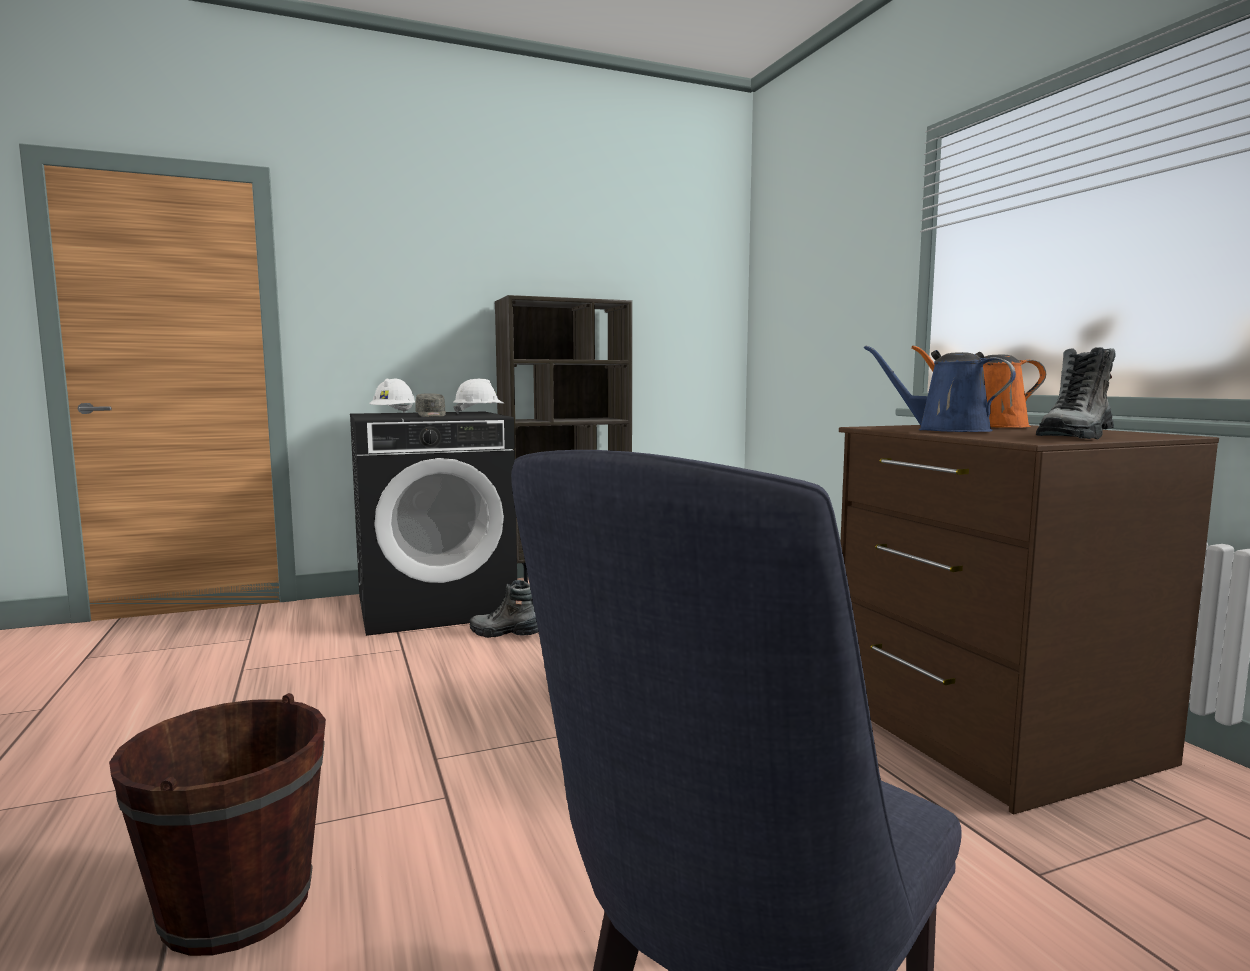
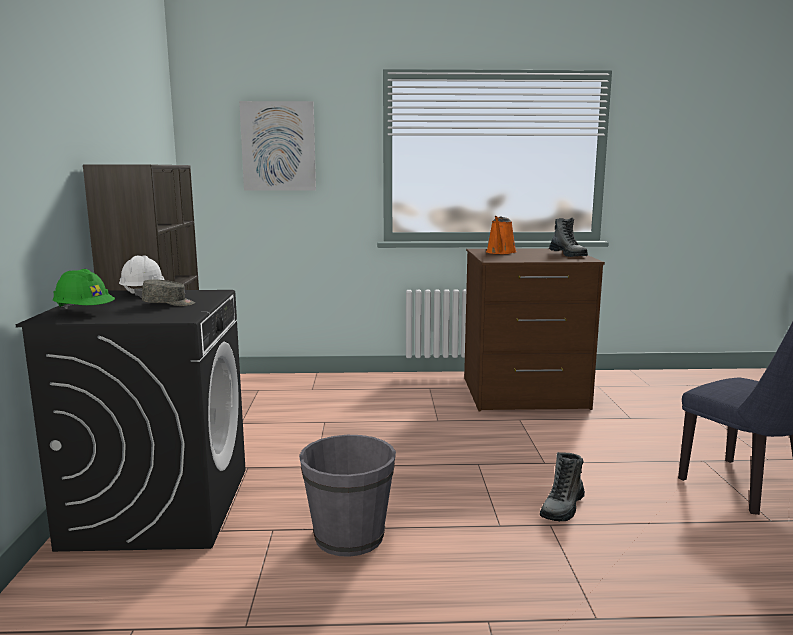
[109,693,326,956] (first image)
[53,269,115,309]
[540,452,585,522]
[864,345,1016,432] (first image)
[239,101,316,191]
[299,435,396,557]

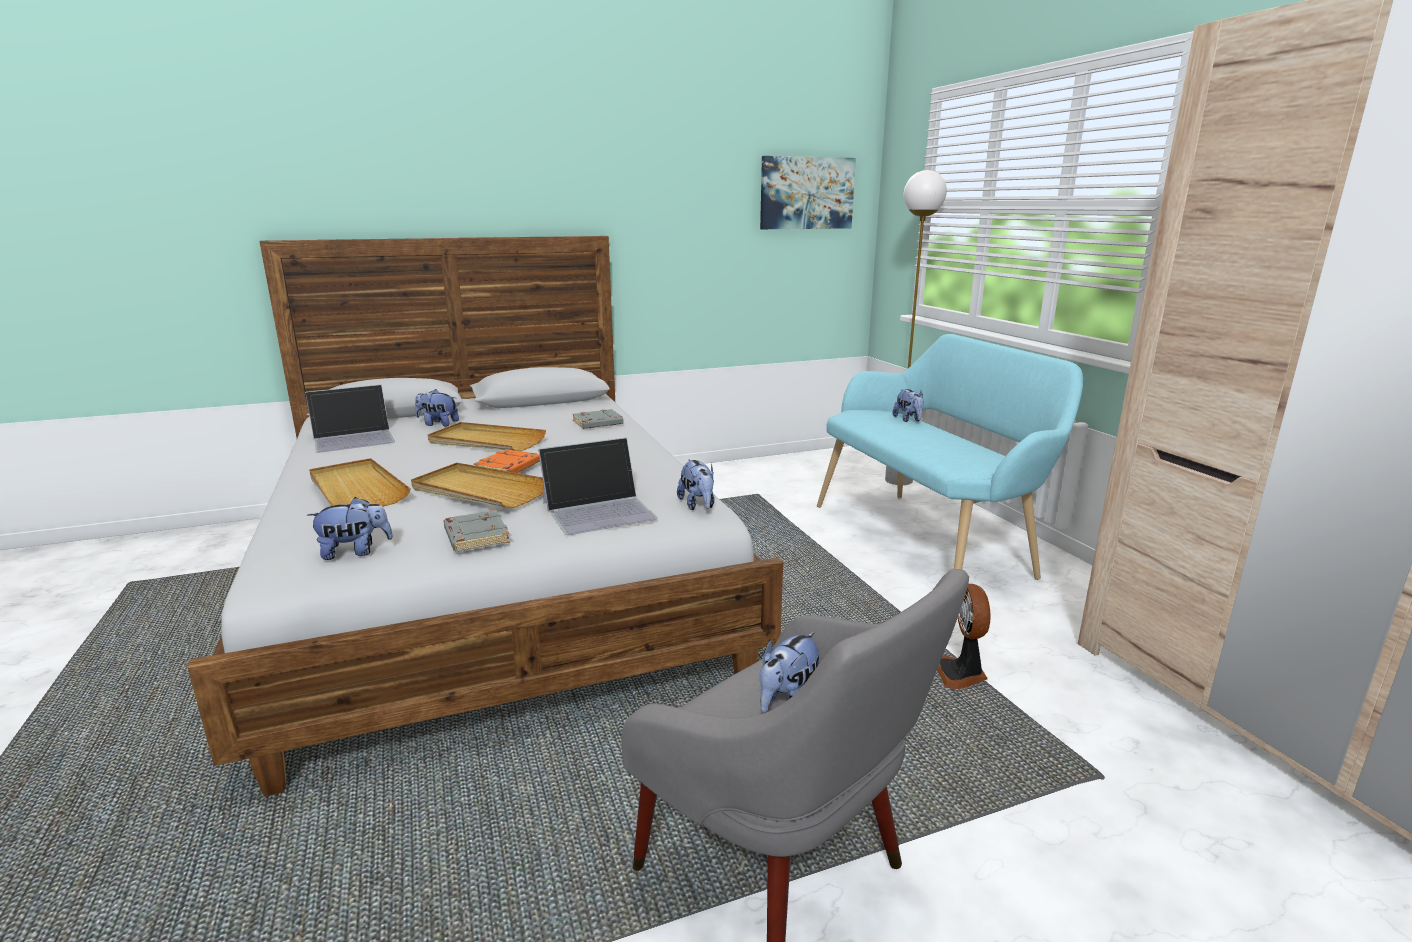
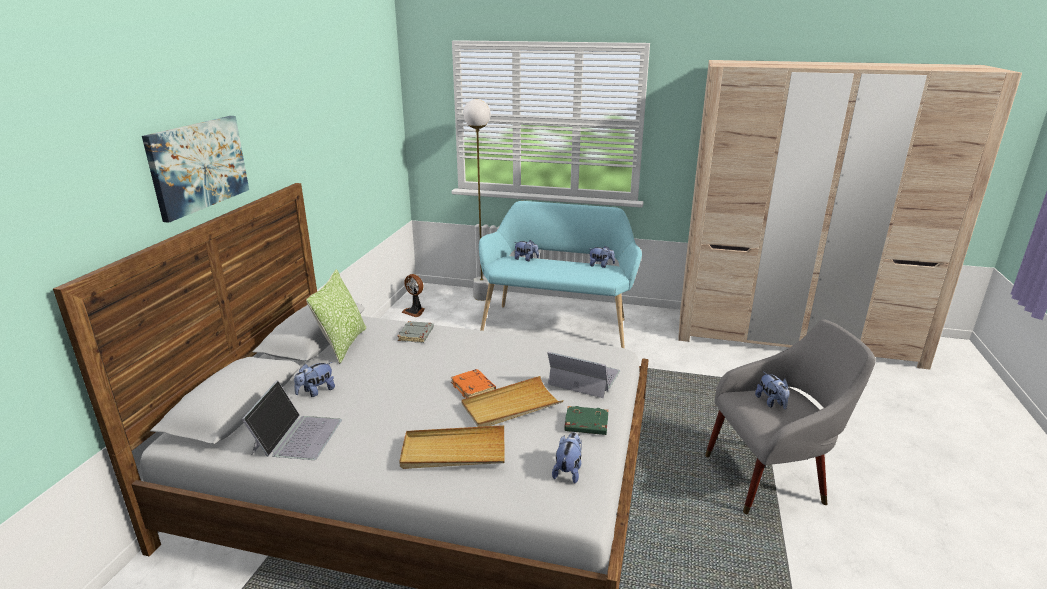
[428,422,546,451] (first image)
[564,406,608,435]
[548,352,620,398]
[589,246,615,268]
[142,116,249,223]
[402,274,424,317]
[306,269,366,364]

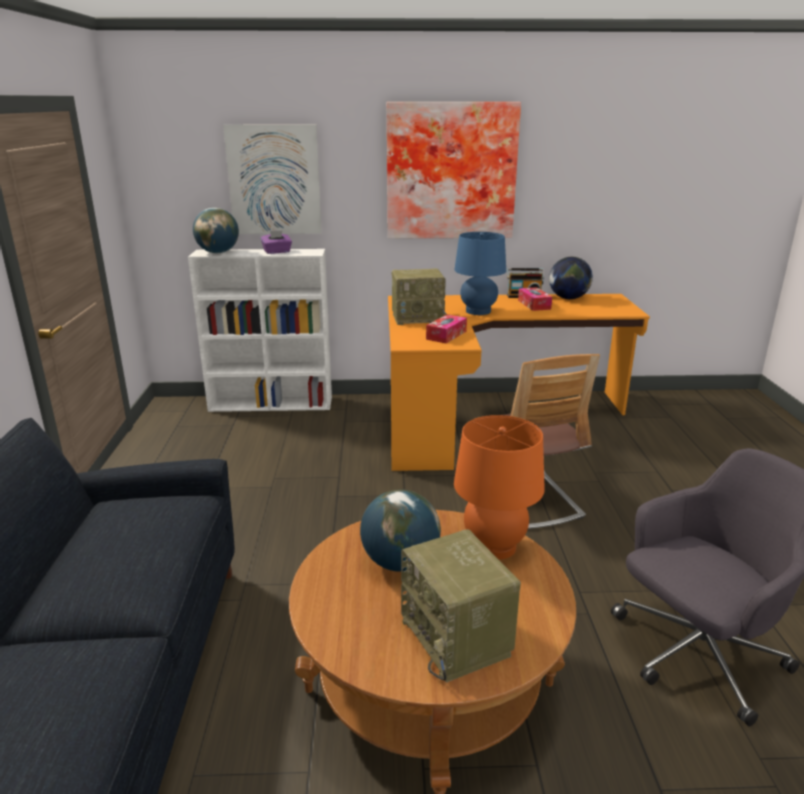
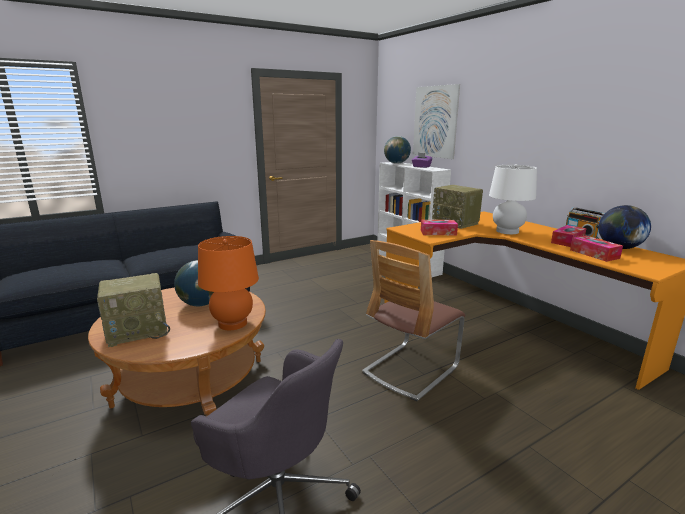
[387,102,521,239] (first image)
[97,273,170,347]
[489,164,537,234]
[570,235,623,262]

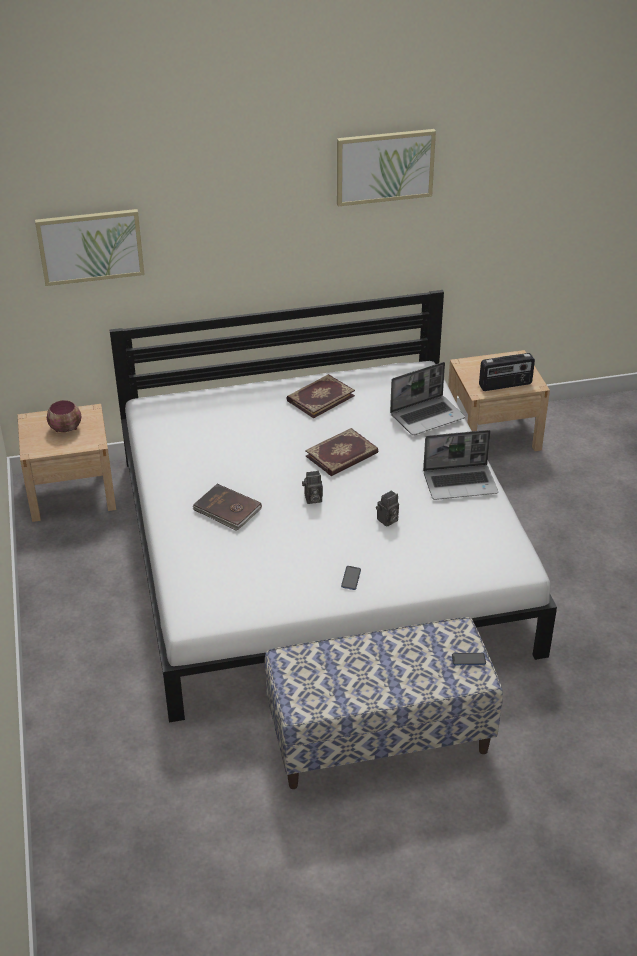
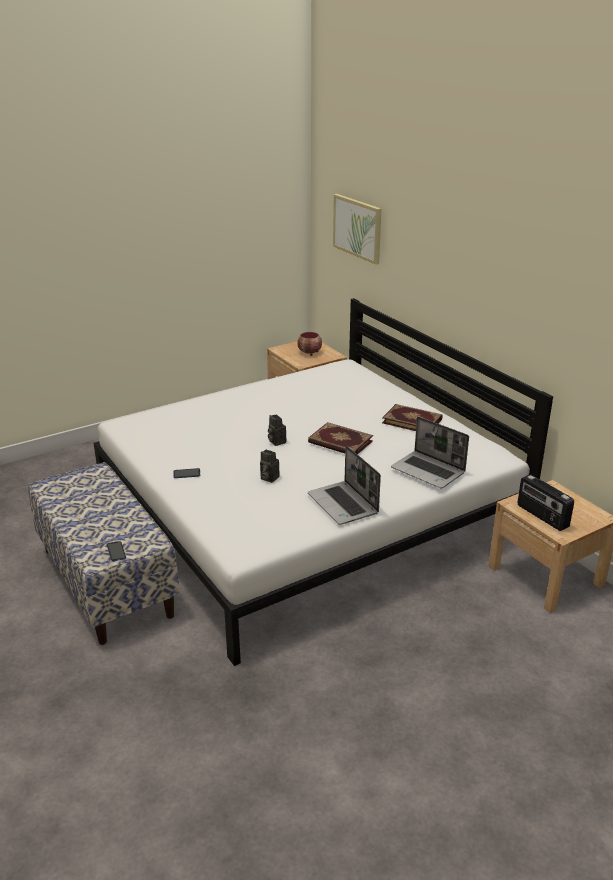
[192,484,262,531] (first image)
[337,129,436,207] (first image)

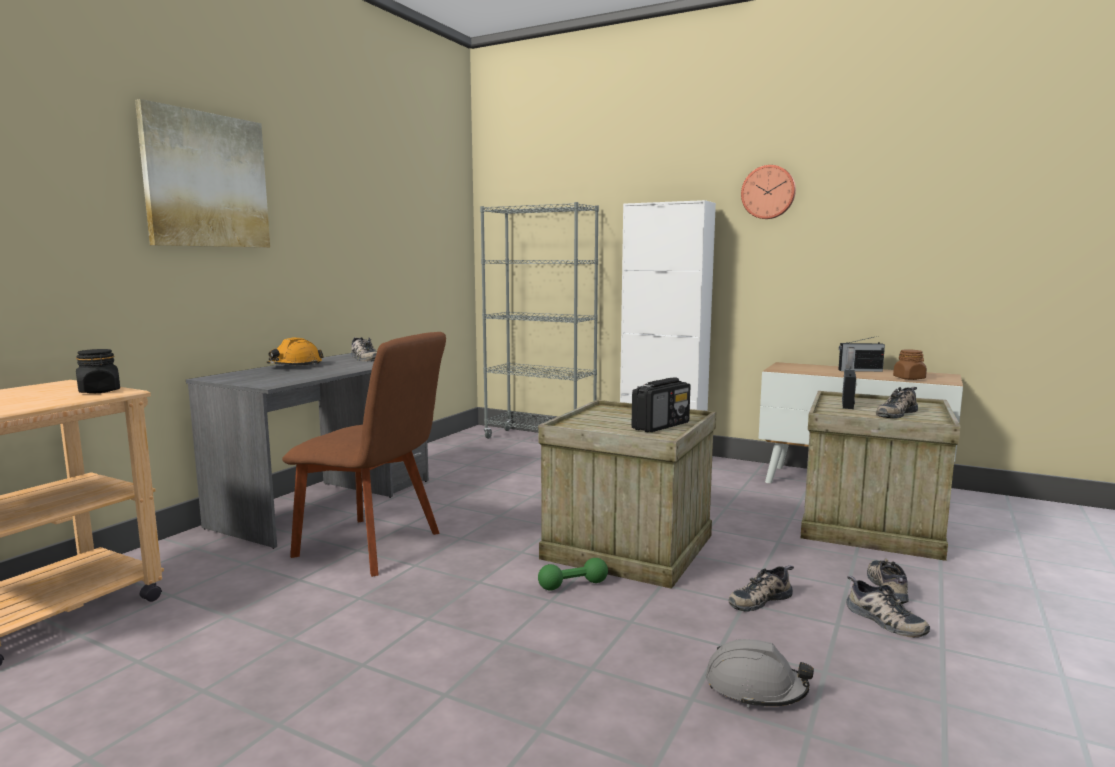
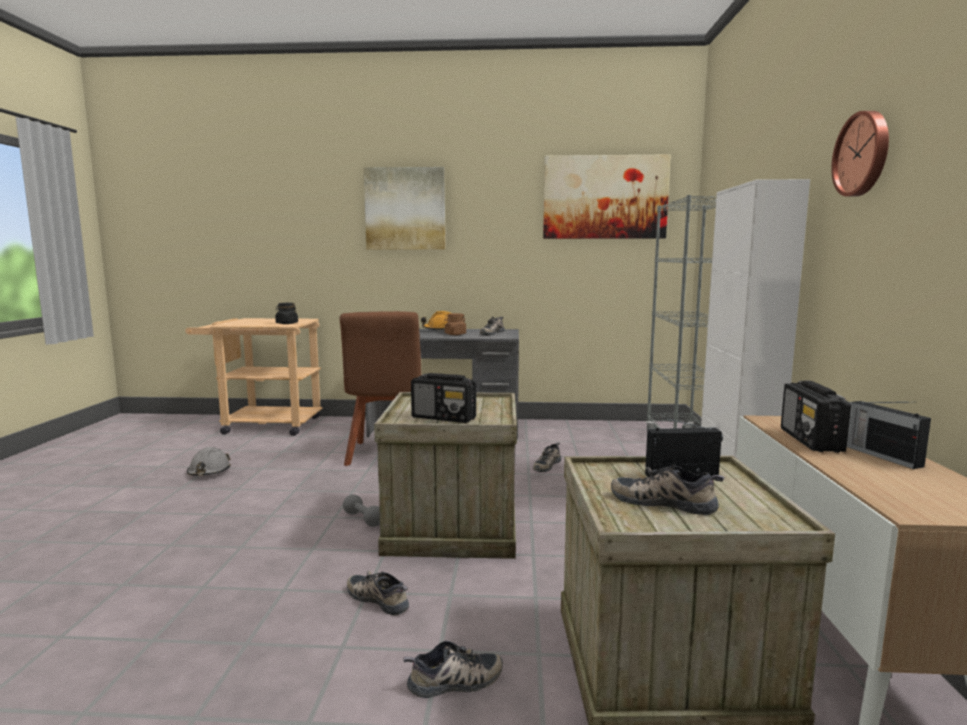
[343,494,380,527]
[187,447,231,476]
[533,442,561,472]
[444,313,466,335]
[543,154,671,239]
[781,380,851,453]

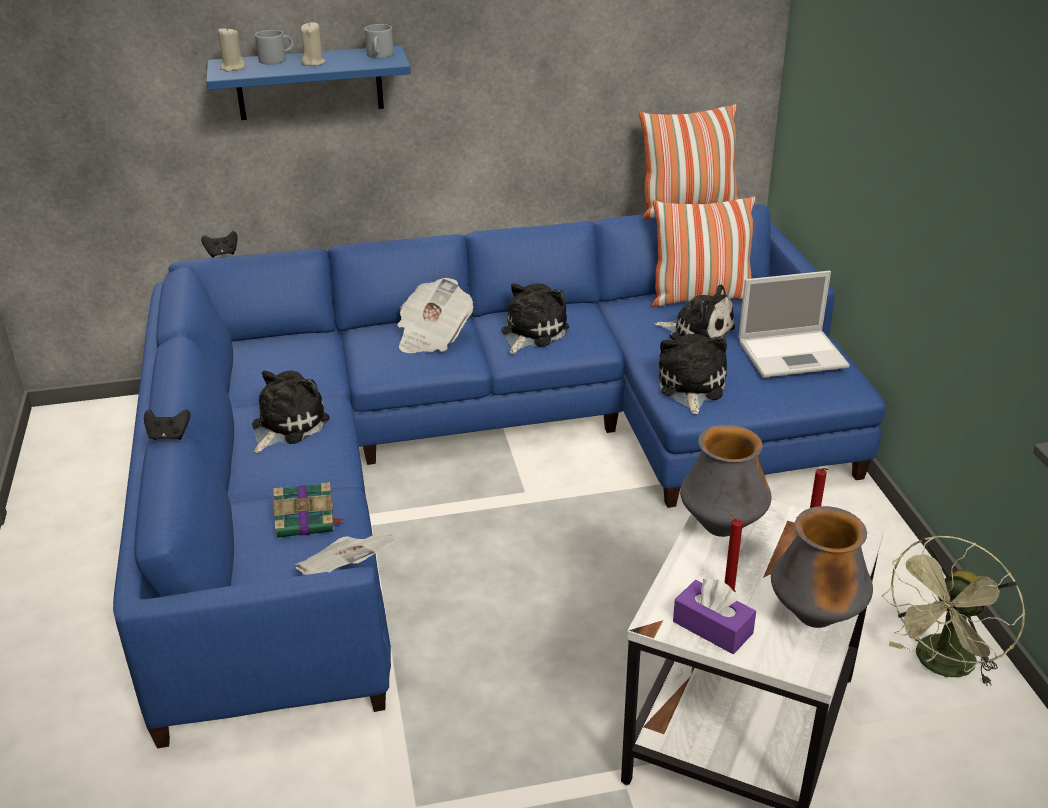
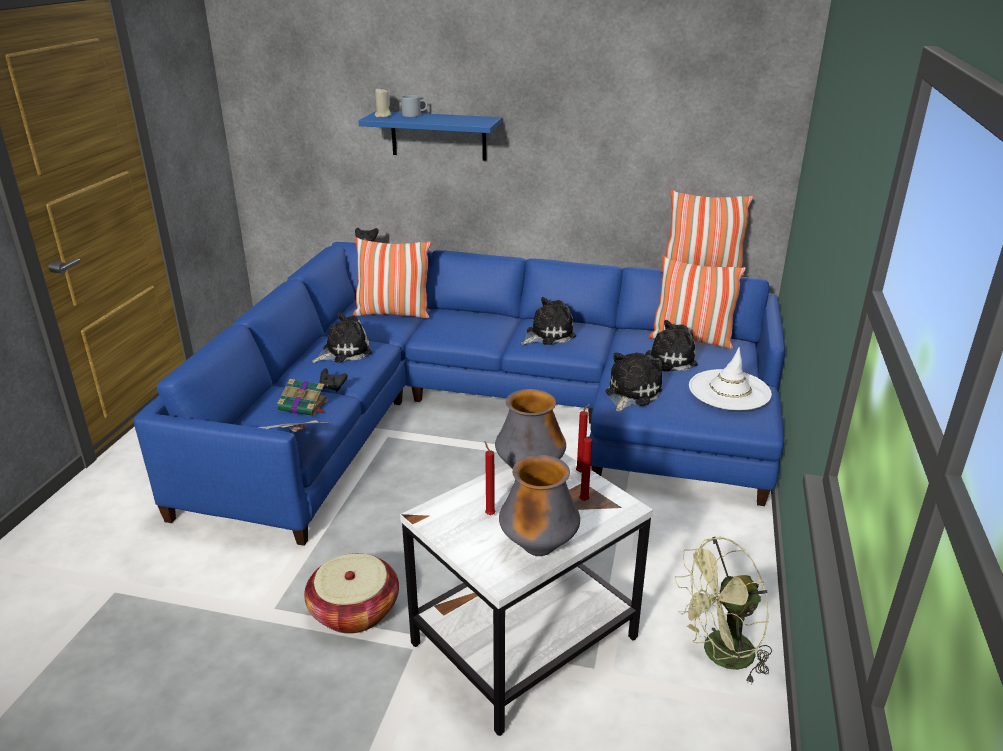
[320,369,348,391]
[301,22,325,66] (first image)
[365,24,394,58] (first image)
[397,278,473,353] (first image)
[645,320,698,372]
[673,579,756,654] (first image)
[689,347,772,410]
[304,553,399,634]
[353,237,431,318]
[576,403,591,473]

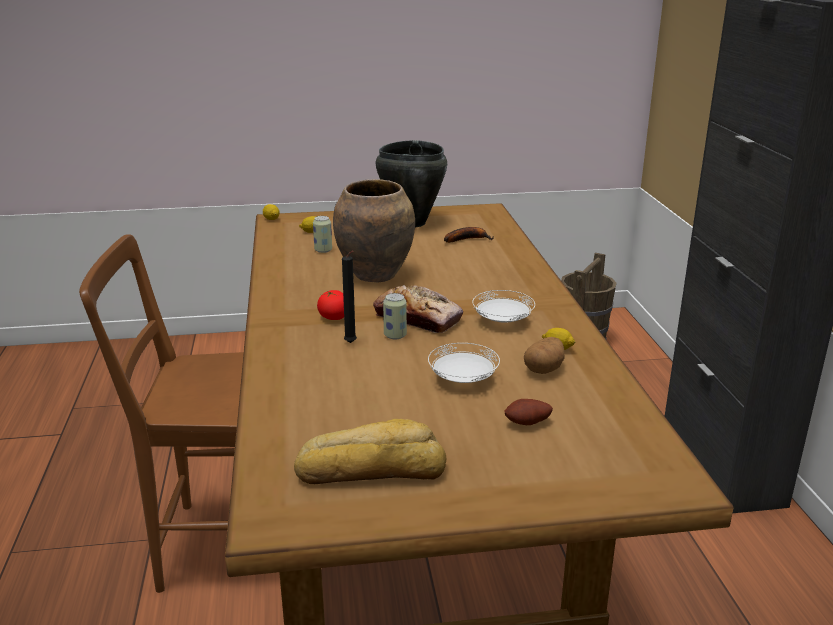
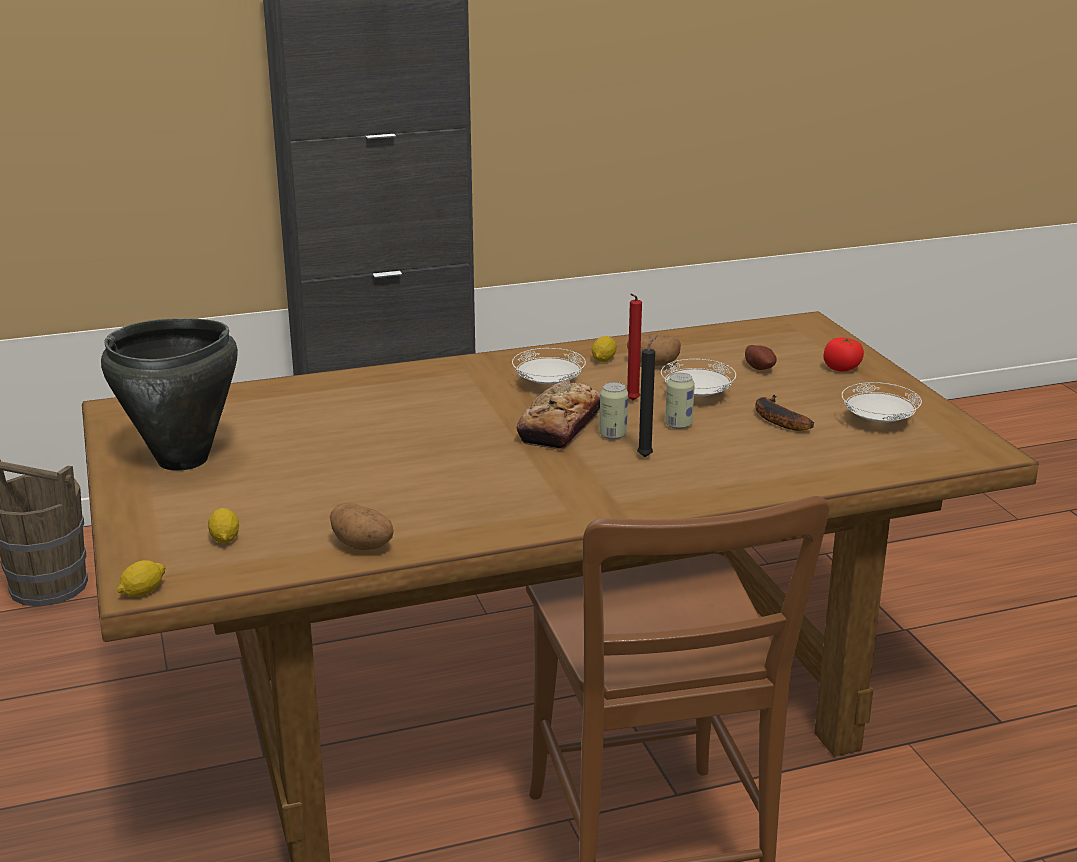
[842,382,922,423]
[665,373,695,429]
[823,337,864,371]
[333,179,415,283] (first image)
[755,395,814,431]
[330,503,394,550]
[627,293,642,401]

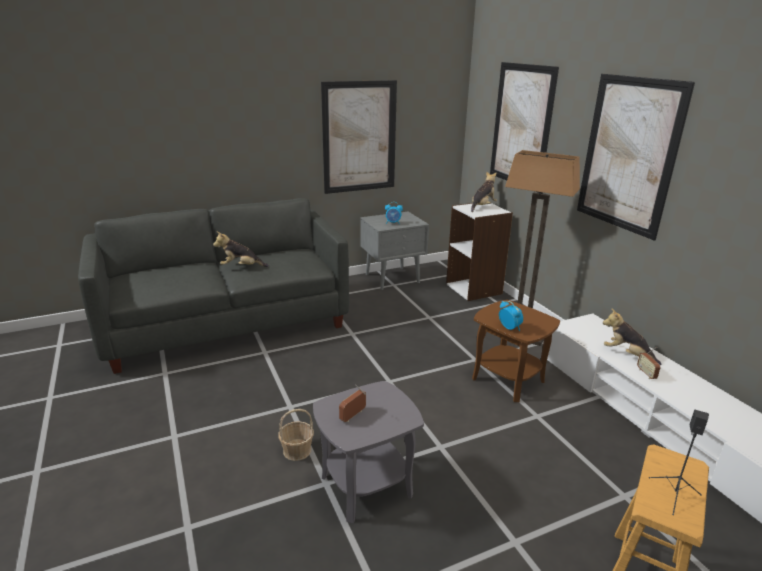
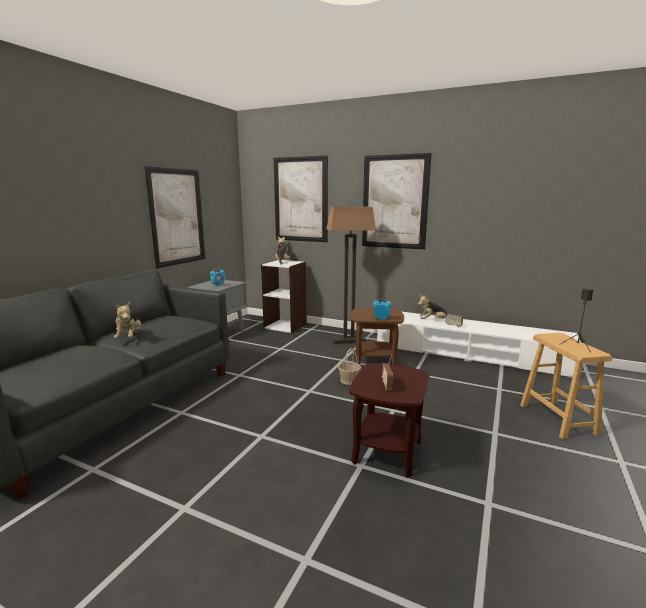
[114,302,141,338]
[338,348,361,385]
[349,363,429,478]

